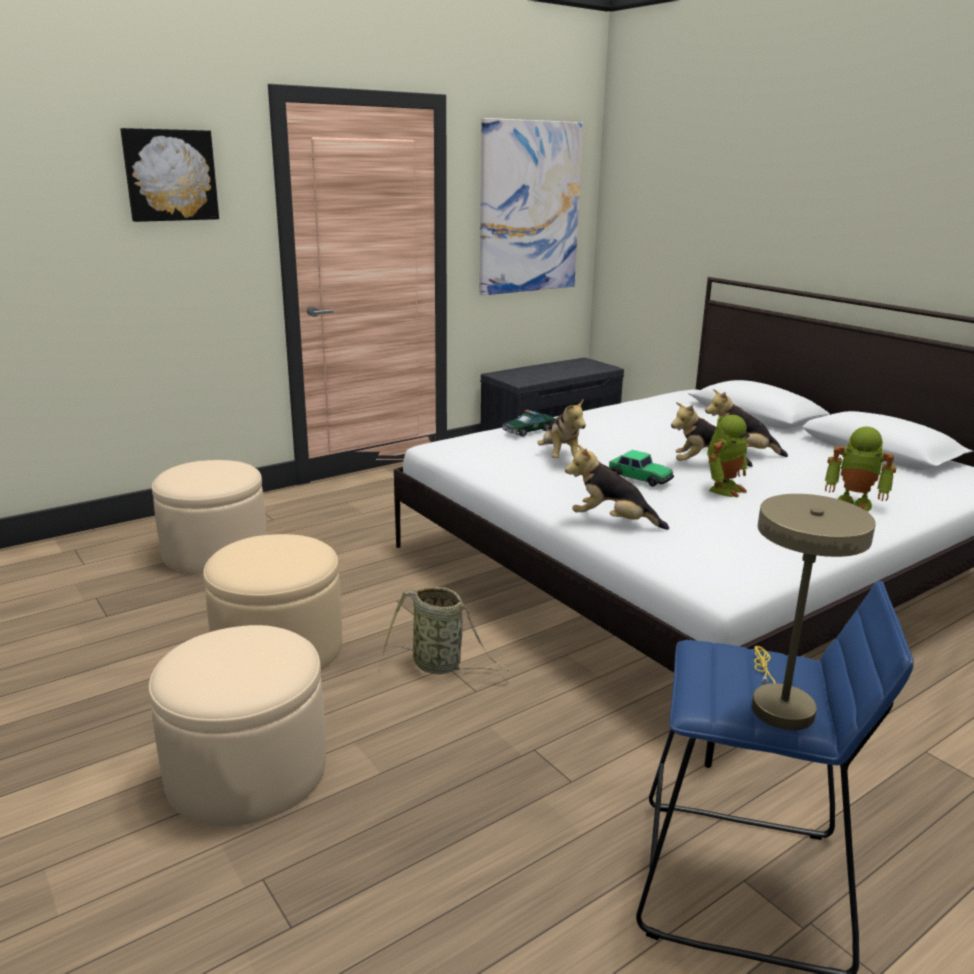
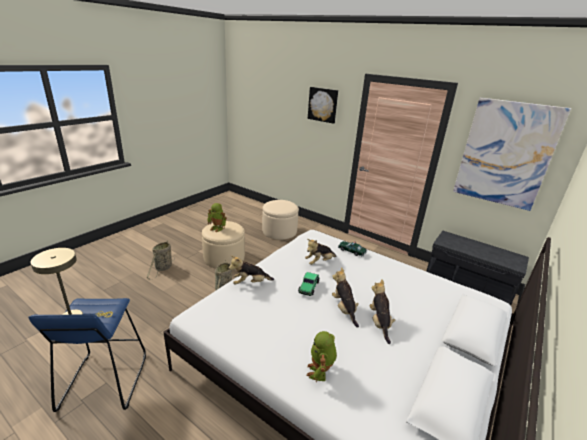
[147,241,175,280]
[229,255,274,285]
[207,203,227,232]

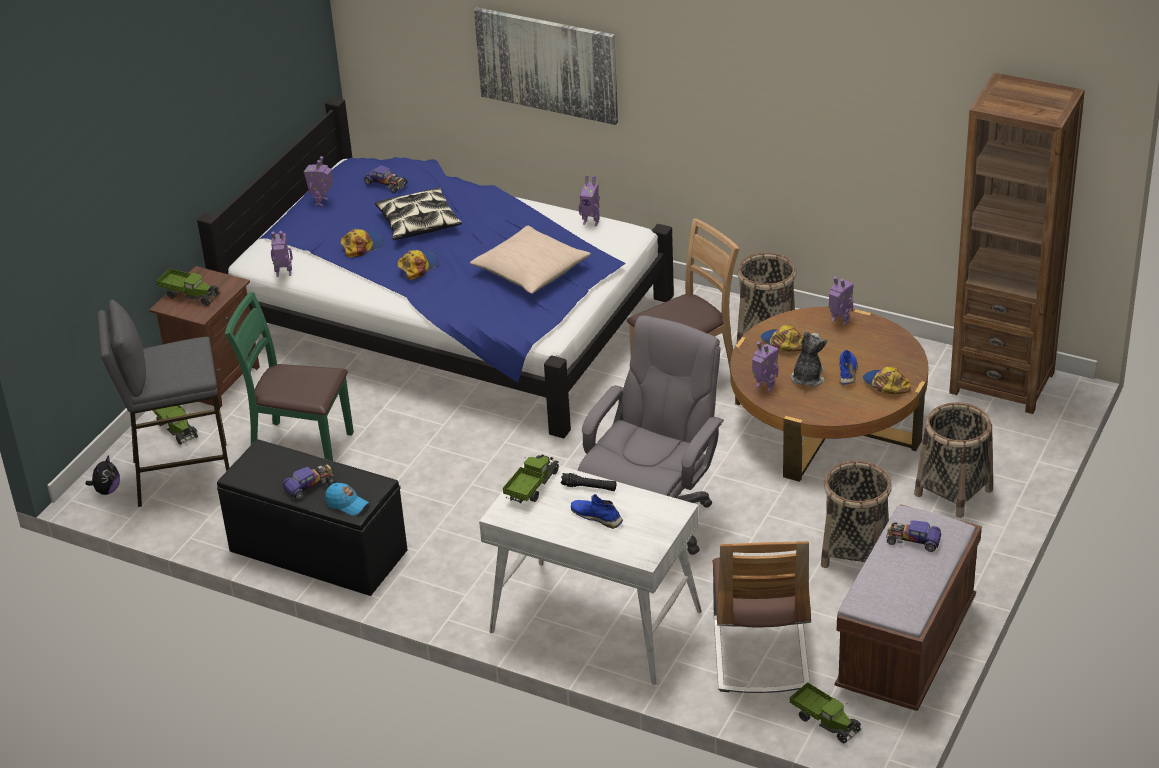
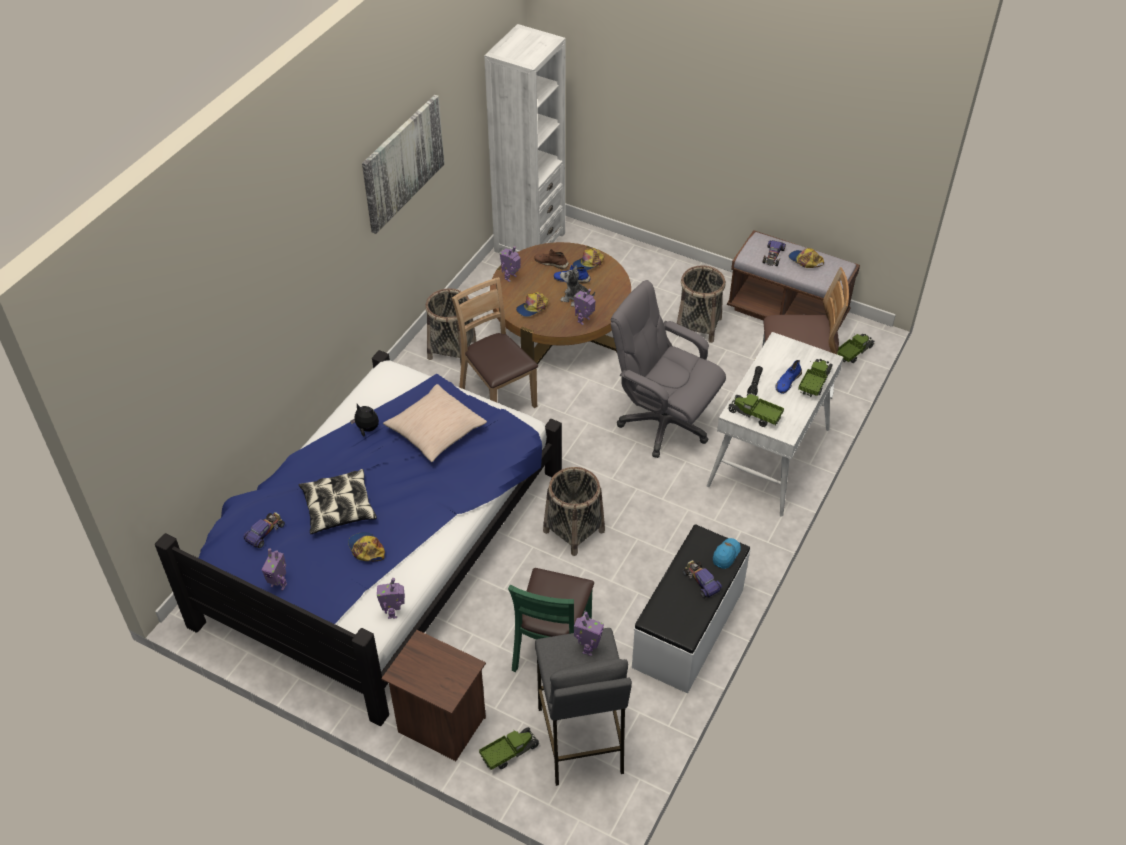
[350,404,379,437]
[798,359,833,397]
[632,524,750,694]
[788,248,824,268]
[362,95,444,234]
[574,612,604,656]
[543,467,605,556]
[484,24,565,253]
[535,249,569,270]

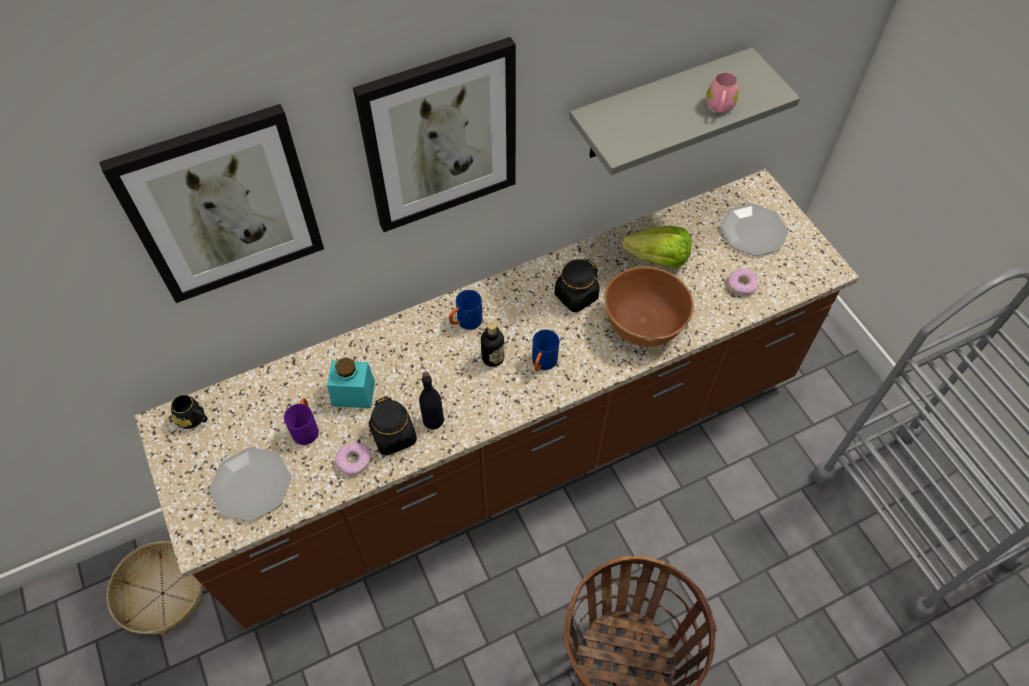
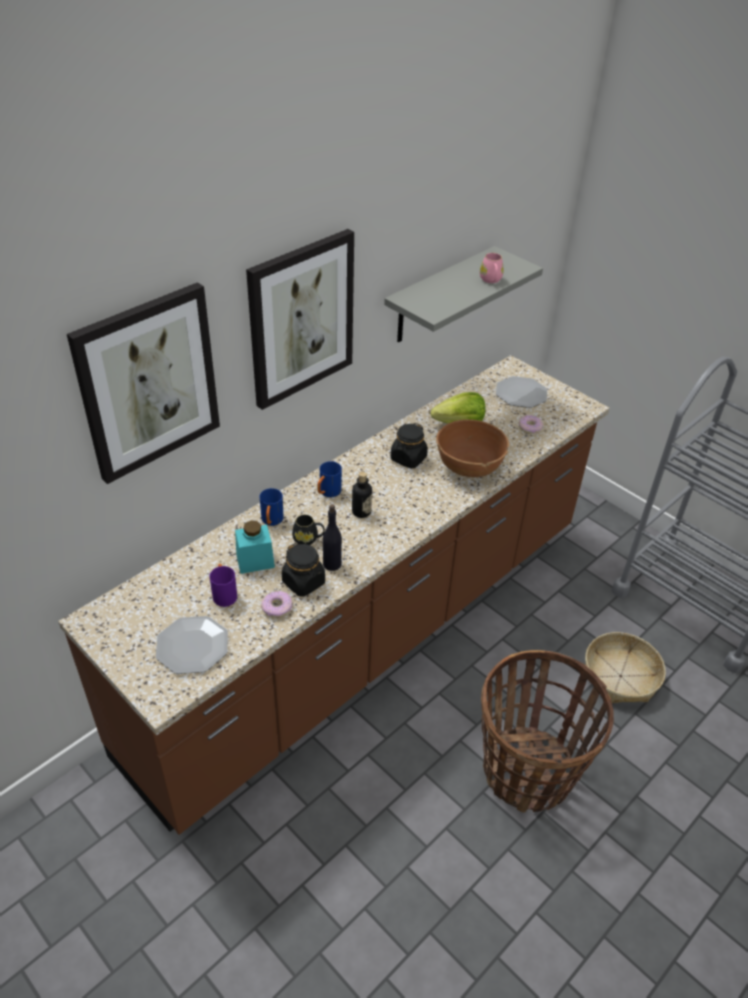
[585,632,666,703]
[292,514,325,545]
[260,488,283,526]

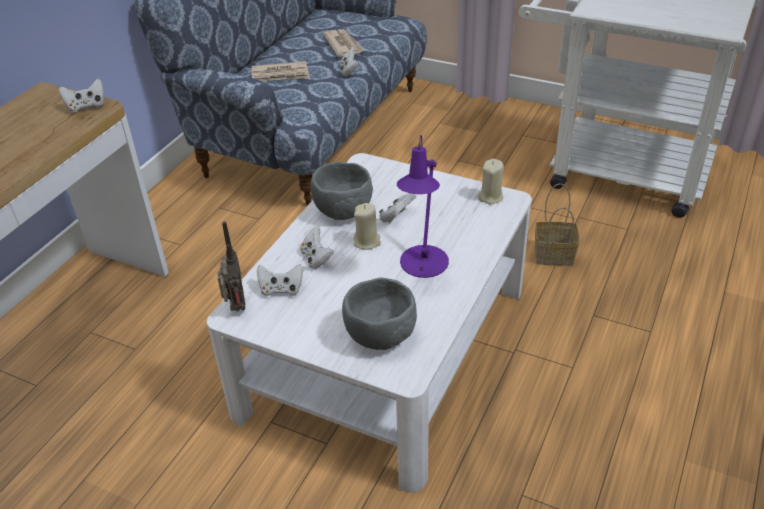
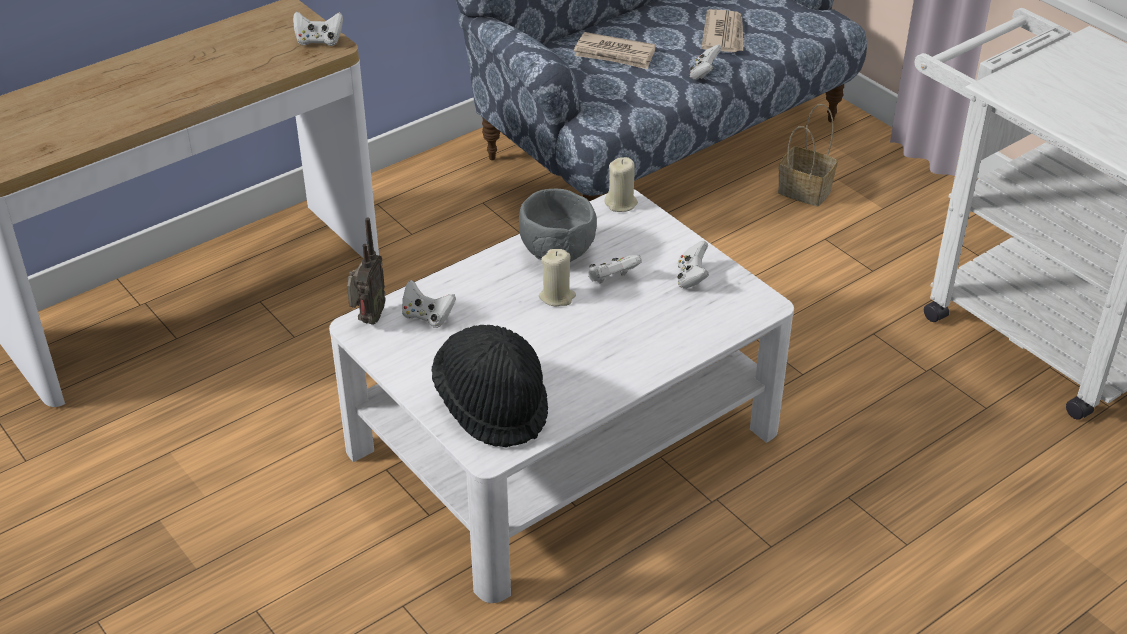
[677,241,709,289]
[432,325,548,448]
[397,135,449,278] (first image)
[605,157,638,212]
[778,104,838,206]

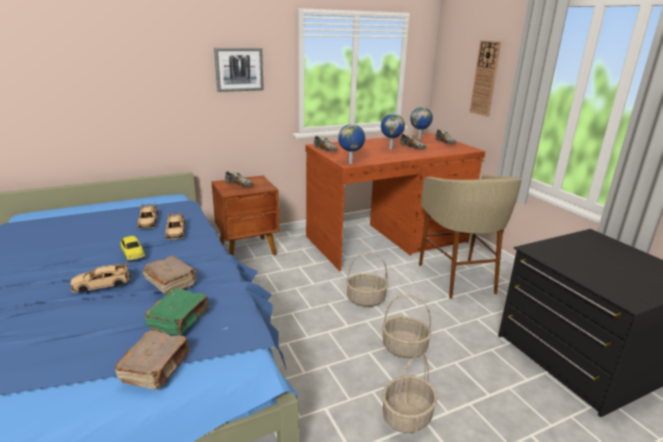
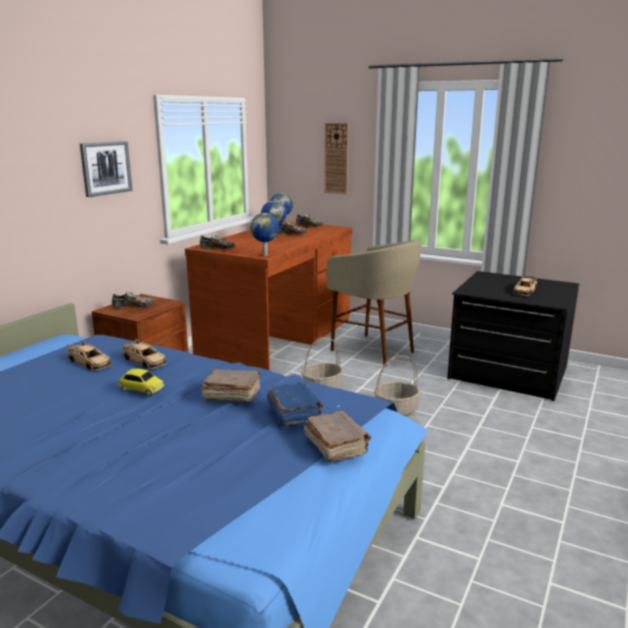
[512,275,538,296]
[267,382,323,426]
[382,354,438,433] (first image)

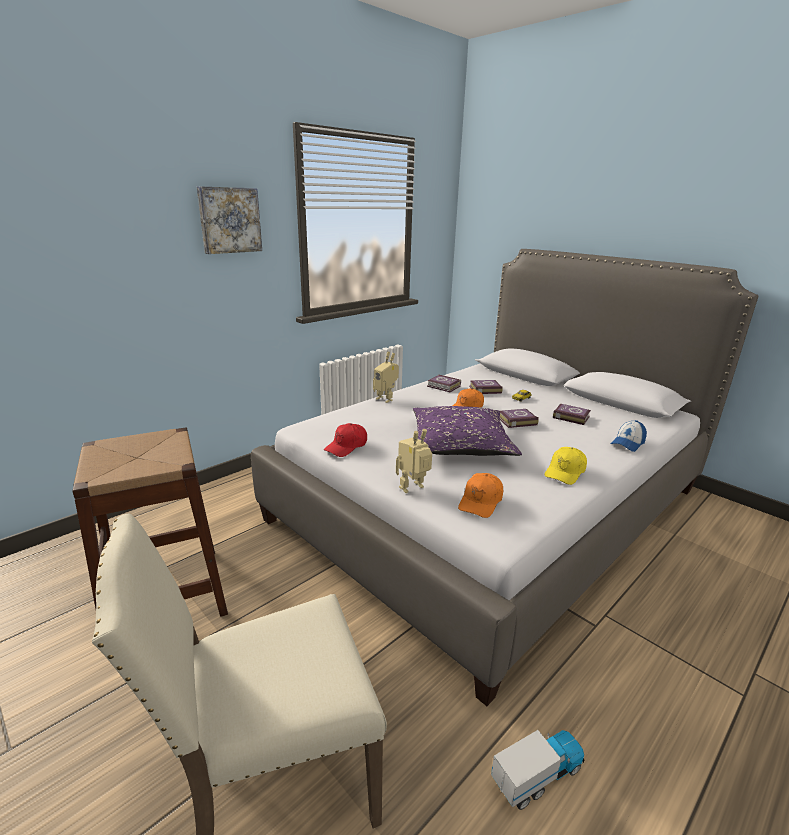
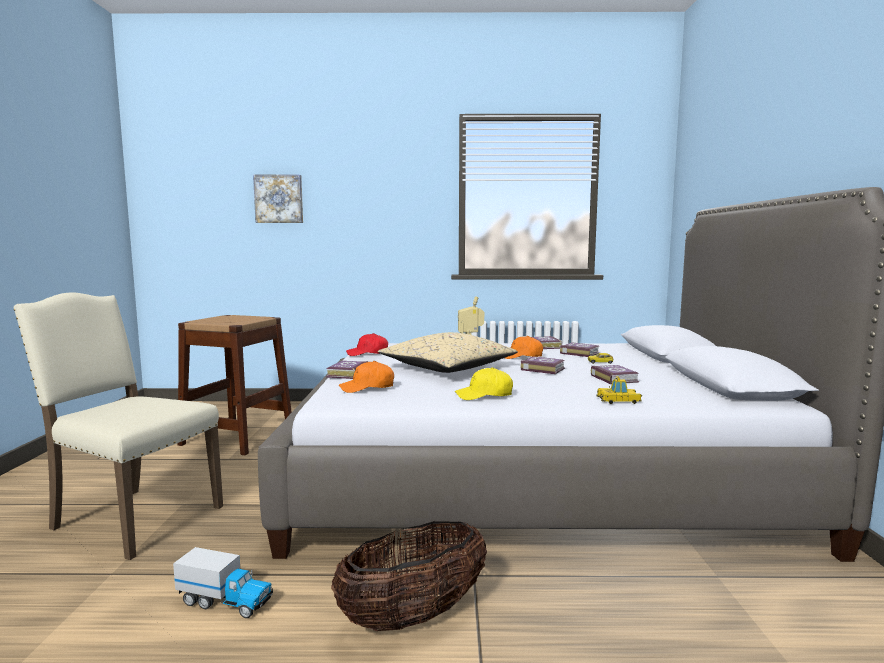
[253,175,303,223]
[326,361,368,379]
[378,332,518,373]
[597,376,642,404]
[331,521,487,631]

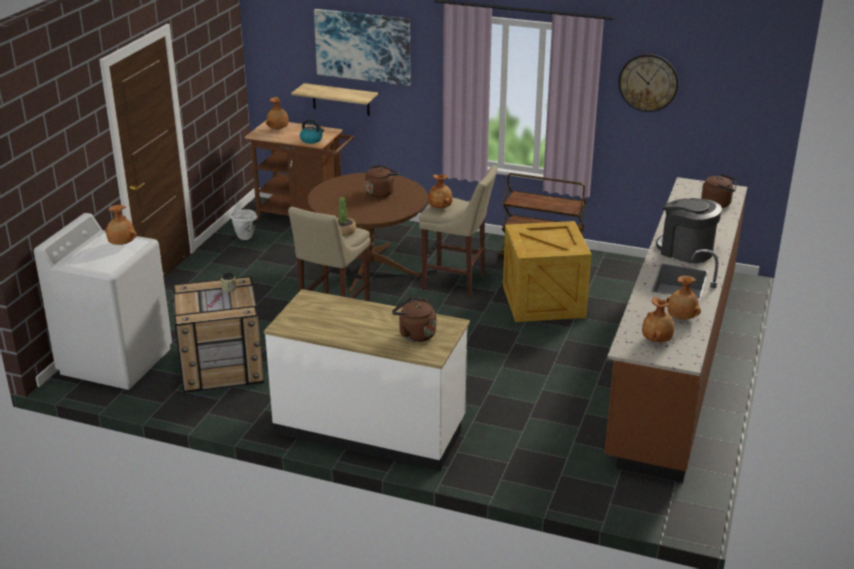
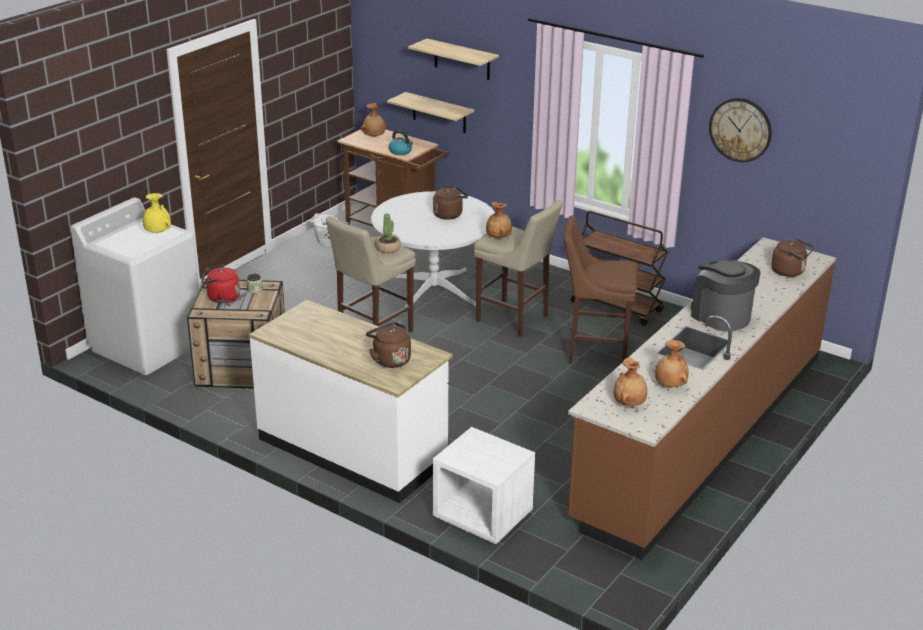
[143,193,171,233]
[371,191,495,314]
[408,39,499,80]
[563,216,638,363]
[201,264,240,303]
[433,427,535,544]

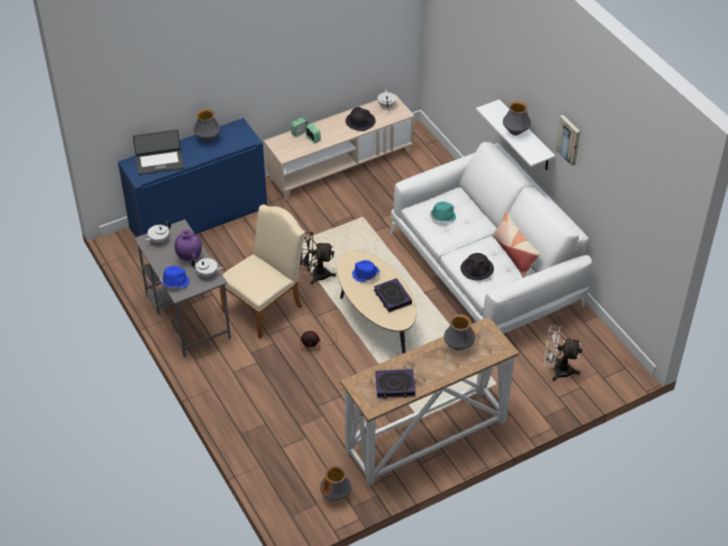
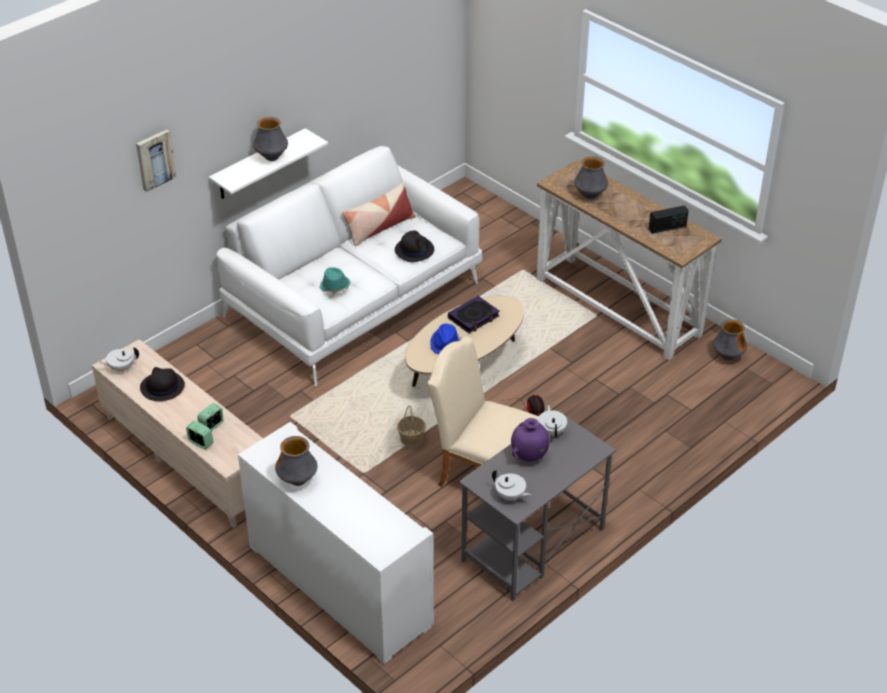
[238,422,434,664]
[133,129,184,175] (first image)
[160,266,190,288] (first image)
[397,405,426,448]
[649,206,689,234]
[544,325,582,381] (first image)
[136,129,176,192]

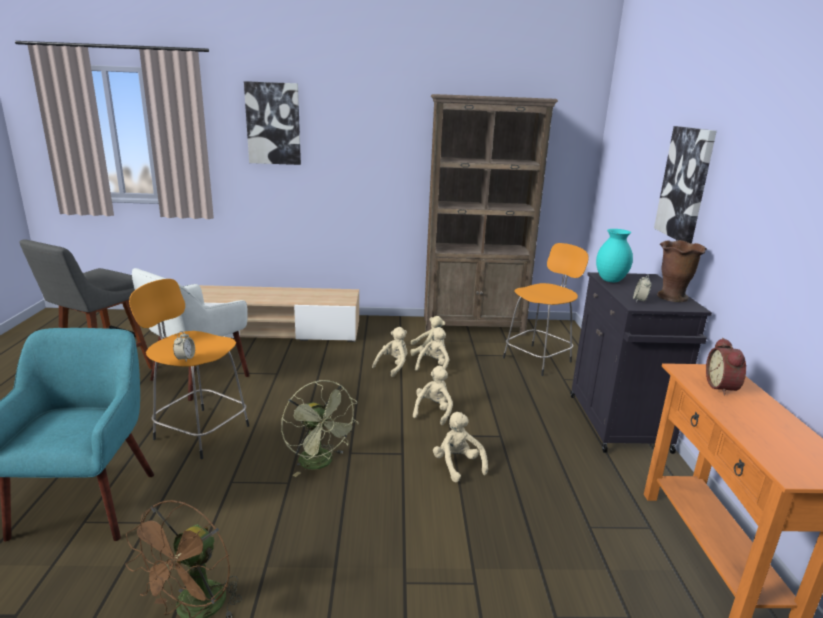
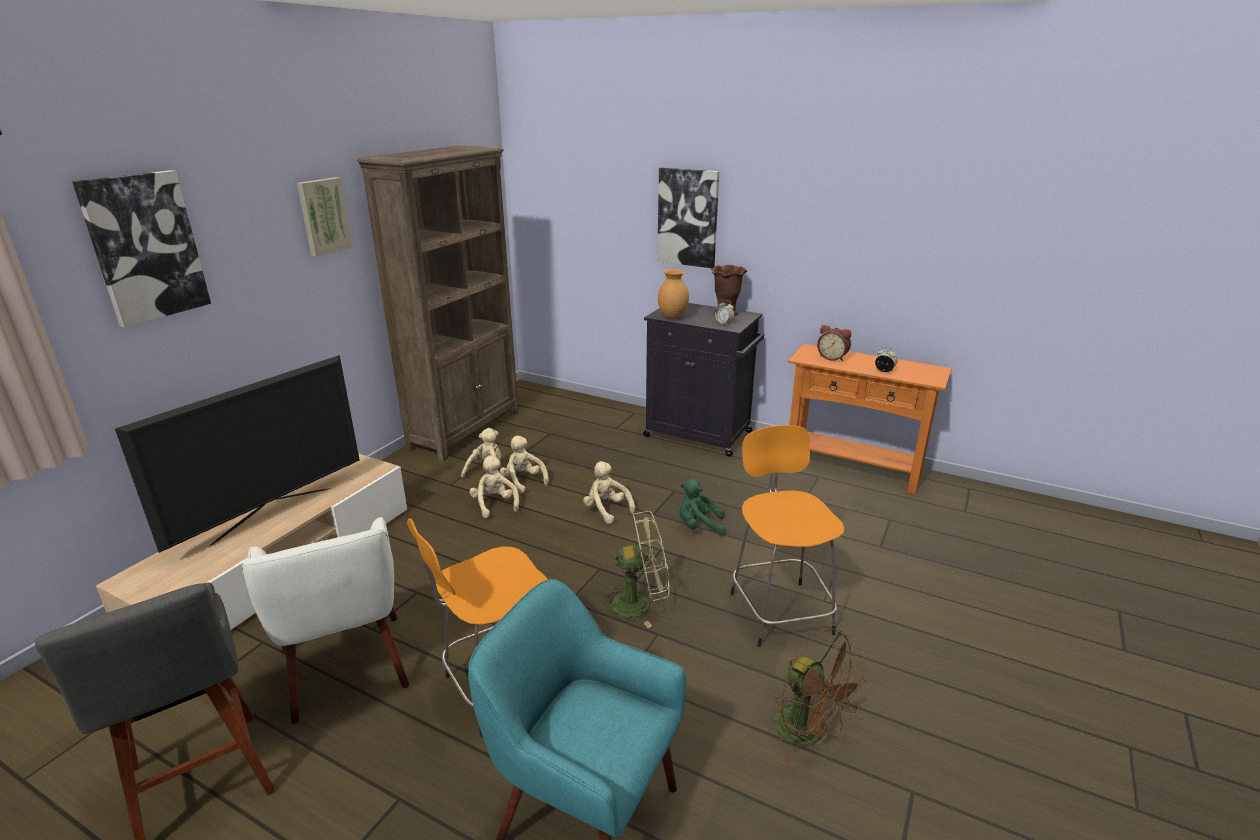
[875,348,897,372]
[679,479,726,536]
[730,425,845,647]
[658,269,689,319]
[115,355,360,553]
[297,177,352,256]

